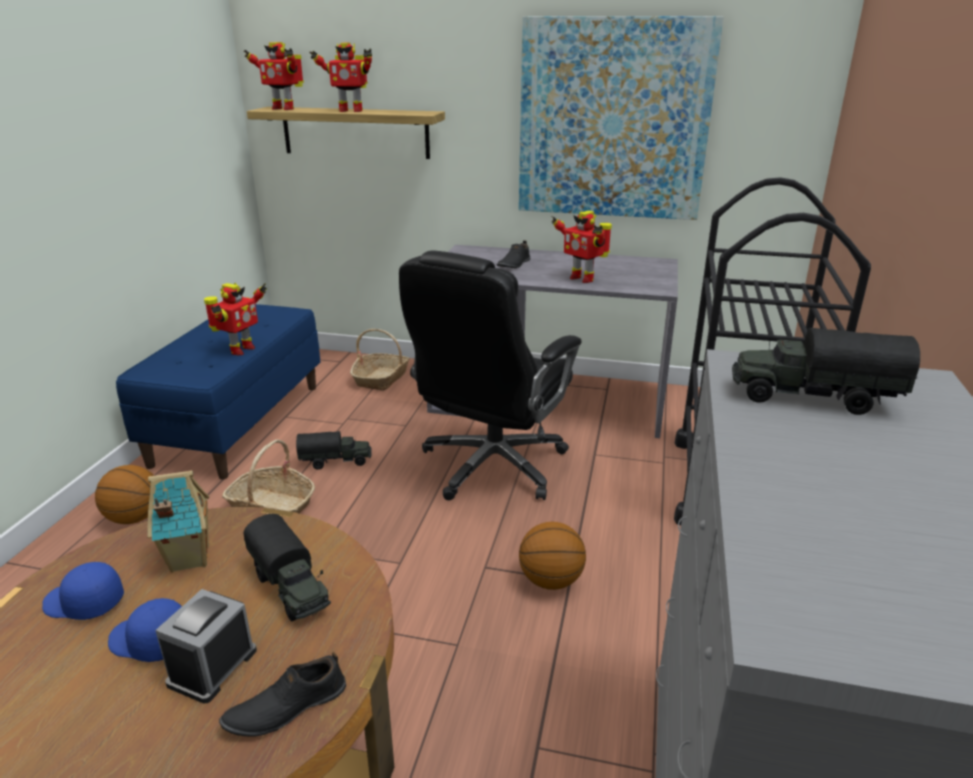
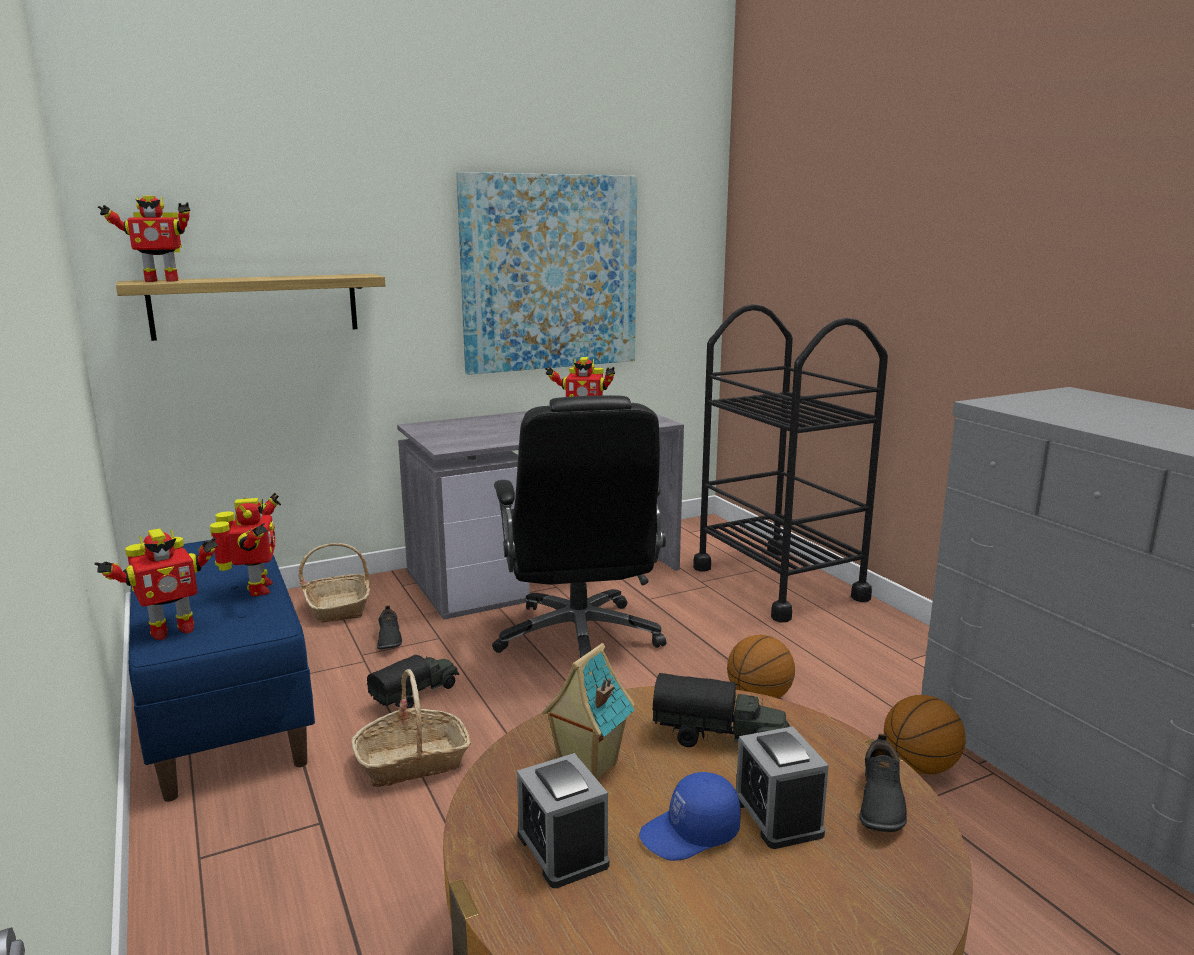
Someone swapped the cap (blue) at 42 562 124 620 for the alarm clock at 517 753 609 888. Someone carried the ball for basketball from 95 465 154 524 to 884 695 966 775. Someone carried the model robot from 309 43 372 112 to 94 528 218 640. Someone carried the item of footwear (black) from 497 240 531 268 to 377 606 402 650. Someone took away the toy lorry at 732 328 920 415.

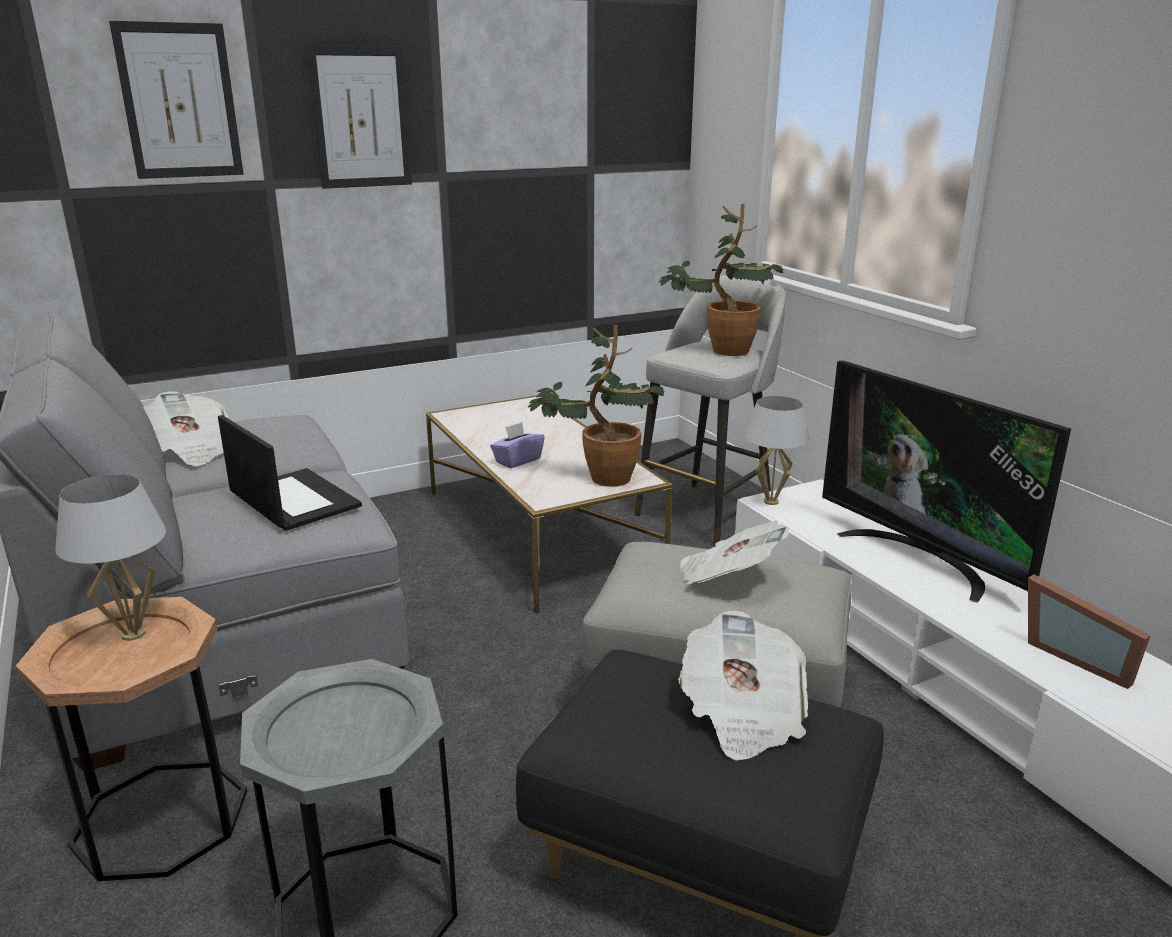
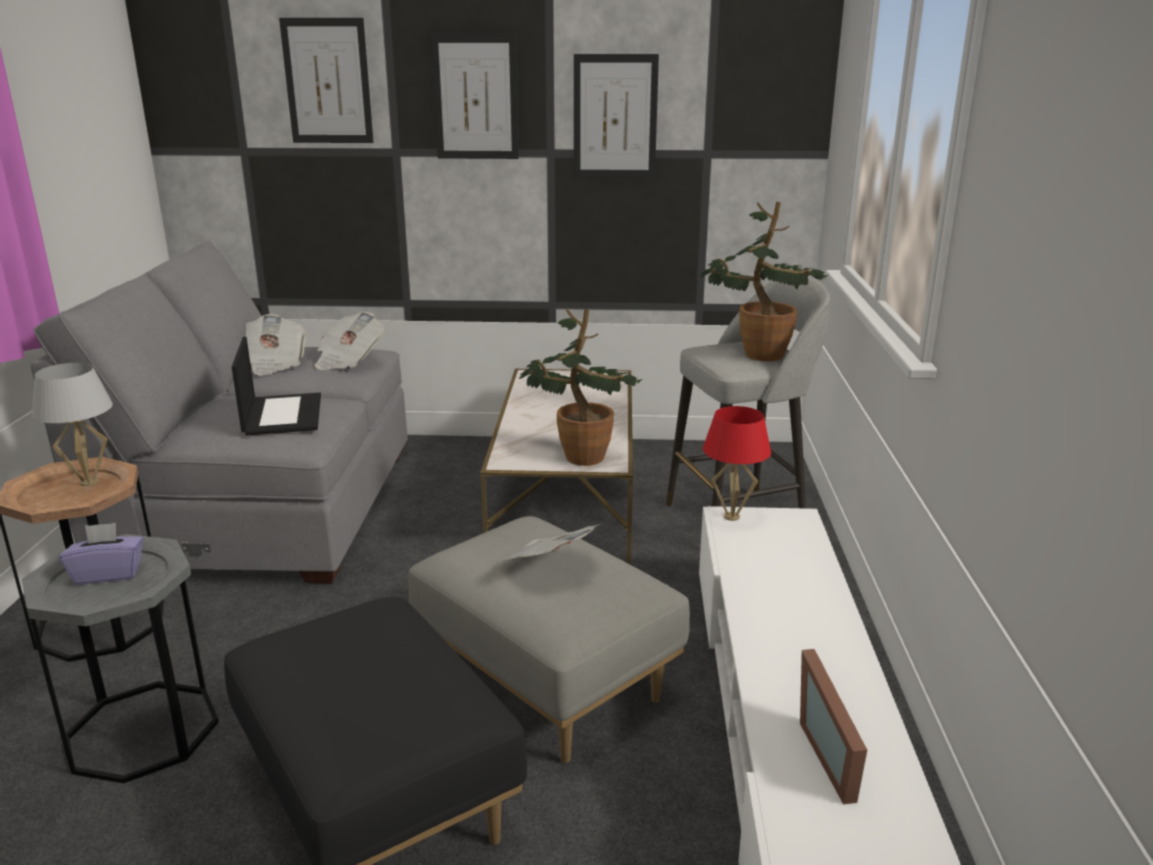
Someone carried the box of tissues (purple-coloured) from 490 422 545 468 to 60 523 144 585. Someone carried the daily paper from 678 611 808 761 to 315 312 385 370. Someone repainted the tabletop lamp (whitish) at 745 396 810 505, which became the tabletop lamp (red-coloured) at 703 406 771 521. Someone took away the TV at 822 360 1071 602. Someone put up the wall art at 574 54 659 178.

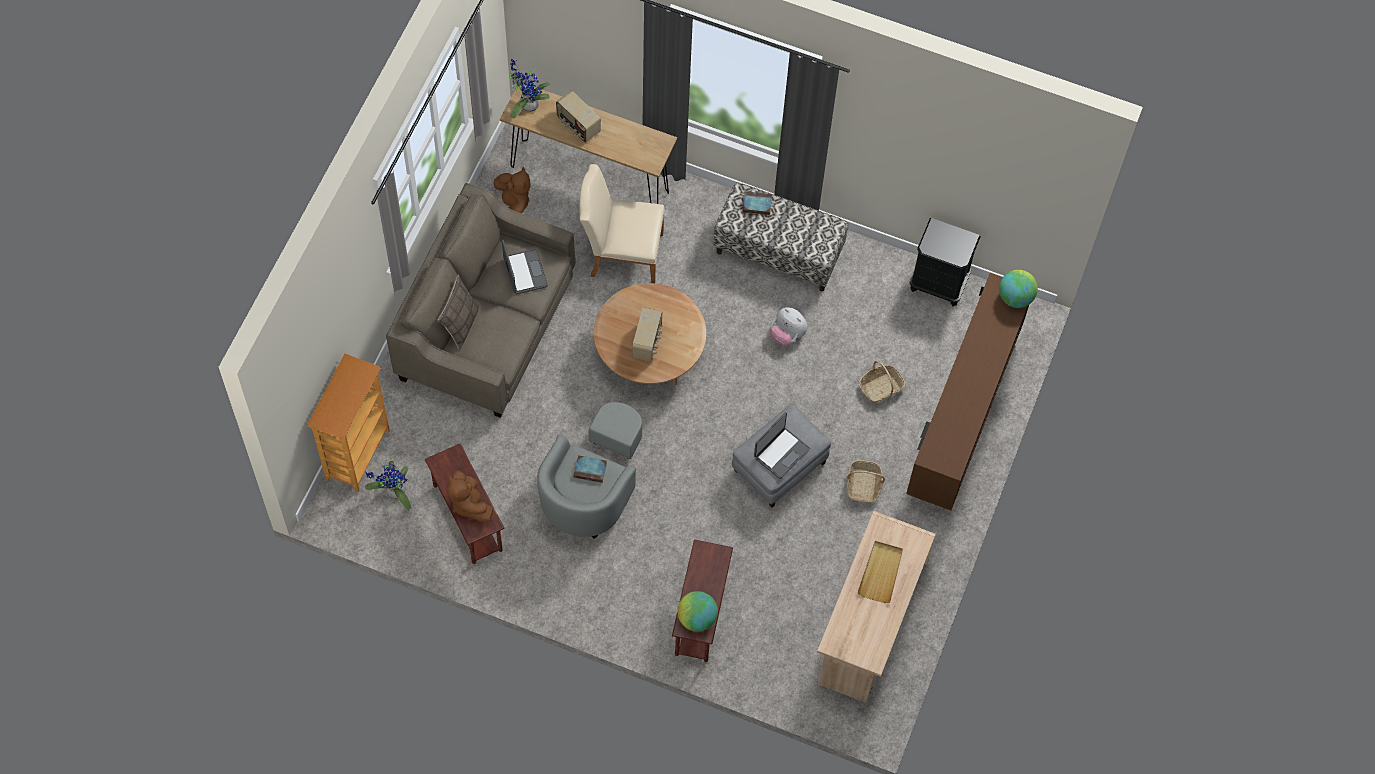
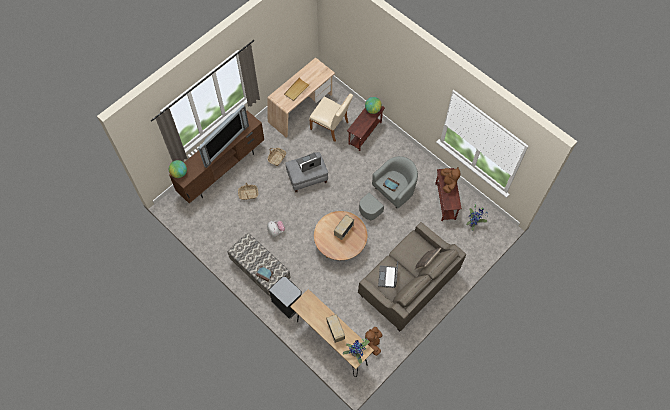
Someone took away the bookshelf at 307 354 390 492. Someone carried the plain chair (sand-coloured) from 579 164 665 283 to 309 94 353 142. Someone carried the night table (black) from 910 218 981 306 to 269 277 302 319. Someone put down the TV at 198 105 249 168.

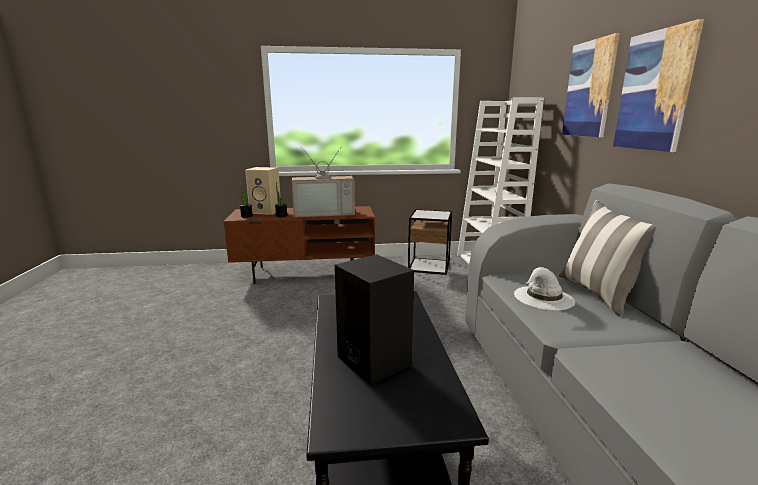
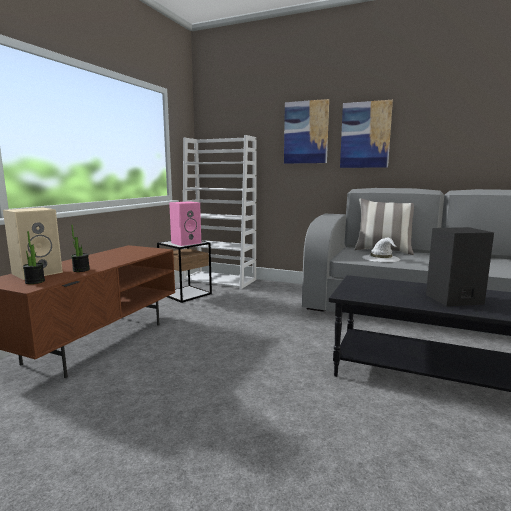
Someone took away the TV at 292 146 355 217. Someone put down the speaker (pink) at 169 201 201 246.

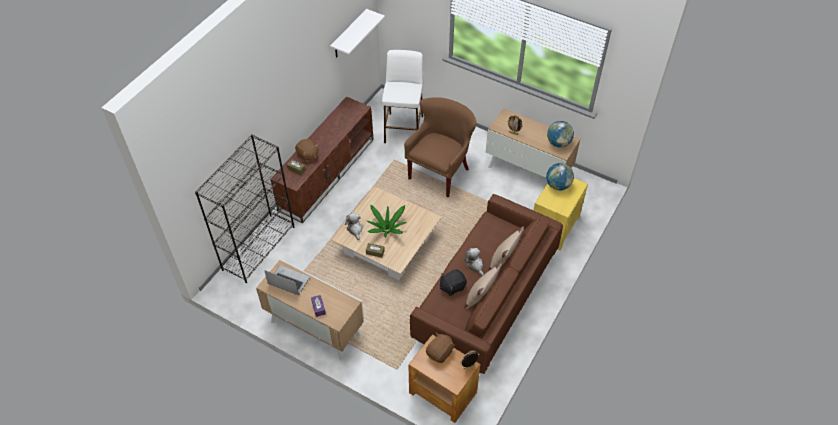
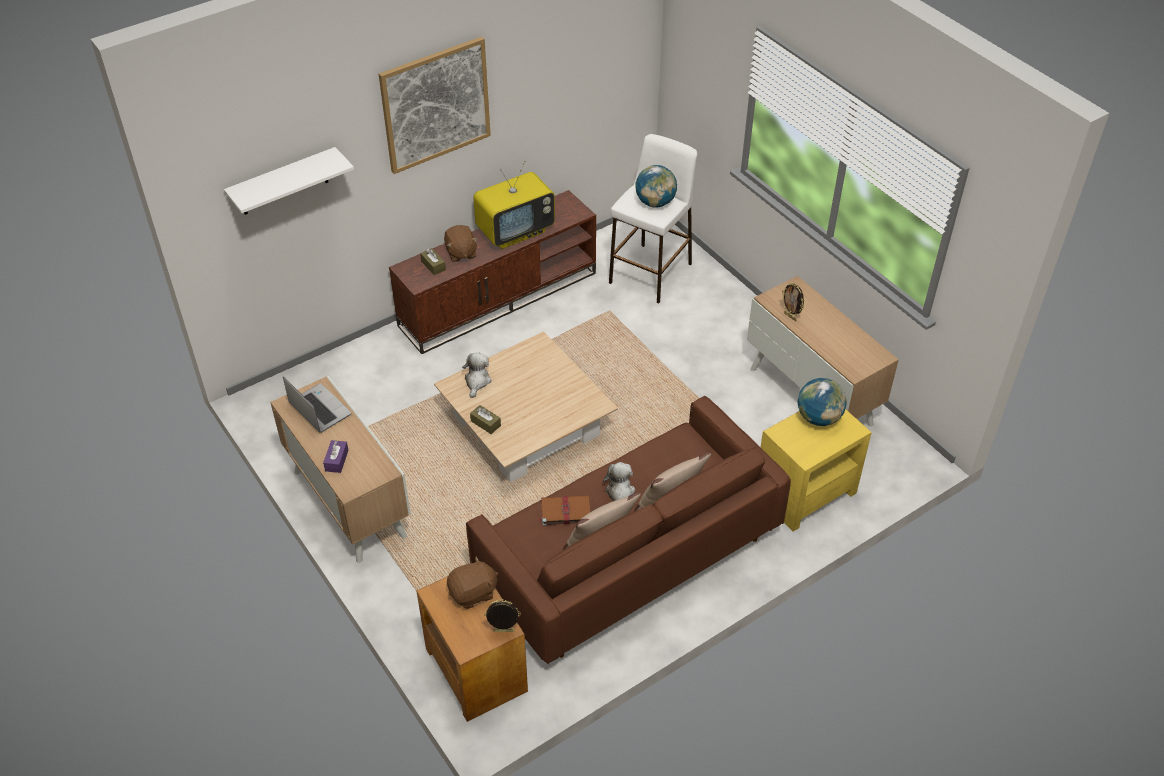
Someone took away the bookshelf (black) at 195 134 294 283. Someone carried the bracket shelf (whitish) from 330 9 385 58 to 224 147 354 215. Someone took away the plant in a pot at 367 204 406 238. Someone took away the lounge chair (brown) at 404 97 476 198. Someone swapped the soft toy (black) at 440 269 467 296 for the bound book (brown) at 538 495 590 526. Someone carried the world globe from 547 121 574 147 to 635 165 677 208. Someone put up the wall art at 379 36 491 174. Someone put down the TV at 474 161 555 249.

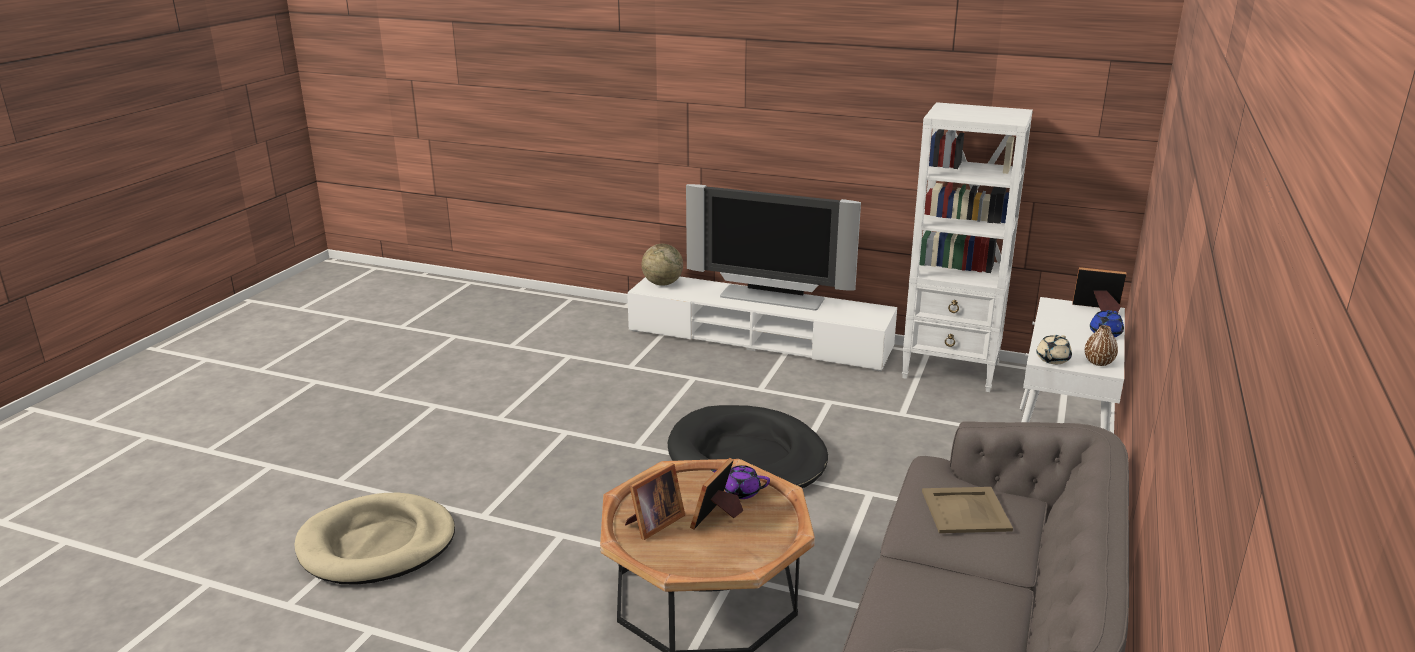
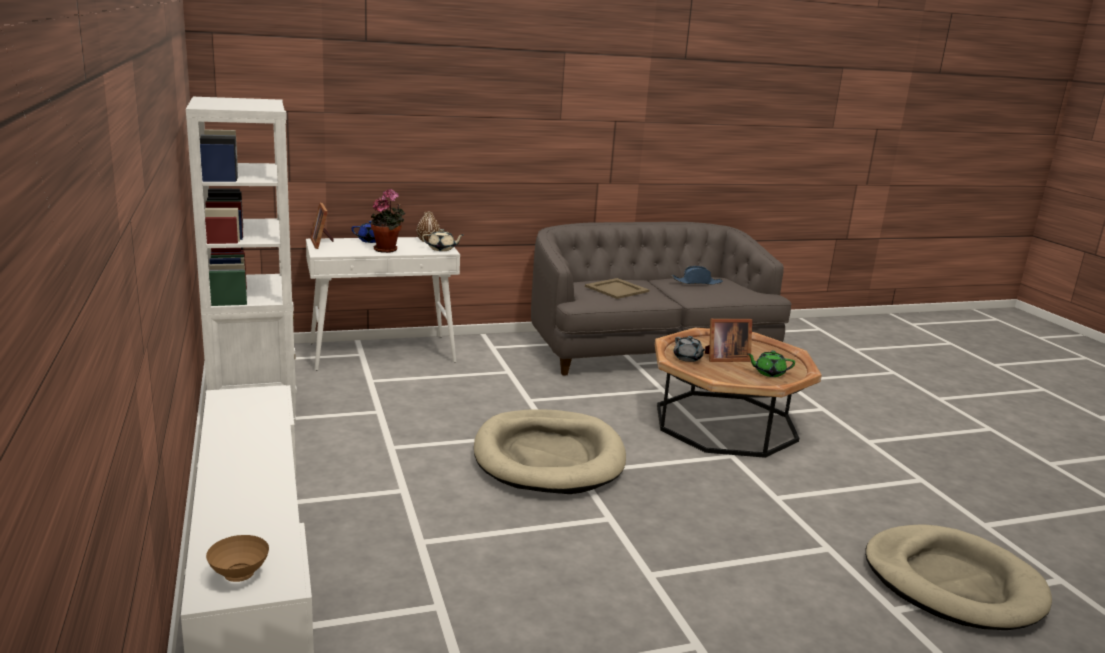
Someone swapped the picture frame at 625 463 685 540 for the pot for tea (greenish) at 746 351 795 377. Someone swapped the world globe at 642 244 683 286 for the deep dish (brown) at 206 535 269 582. Someone repainted the dog bed (black) at 668 405 828 488, which became the dog bed (sand-coloured) at 474 409 626 494. Someone took away the TV at 686 184 861 311. Someone repainted the pot for tea (purple-coloured) at 711 465 770 499, which became the pot for tea (gray) at 674 336 706 362. Someone put down the plant in a pot at 371 189 405 253. Someone put down the wearable hat (blue) at 672 266 723 285.

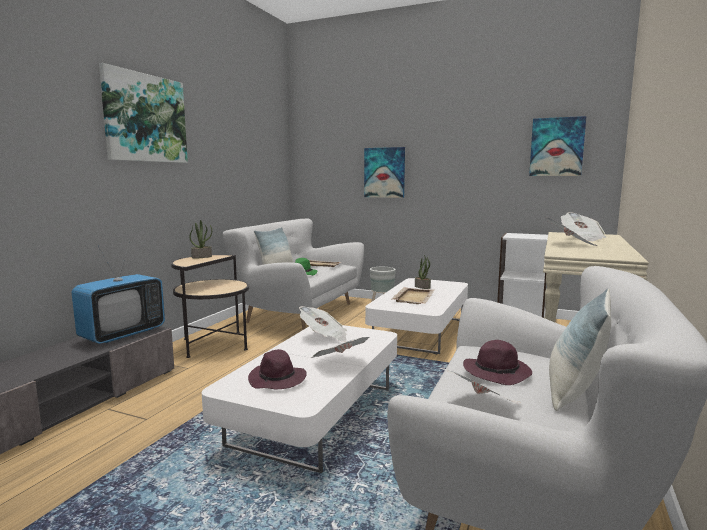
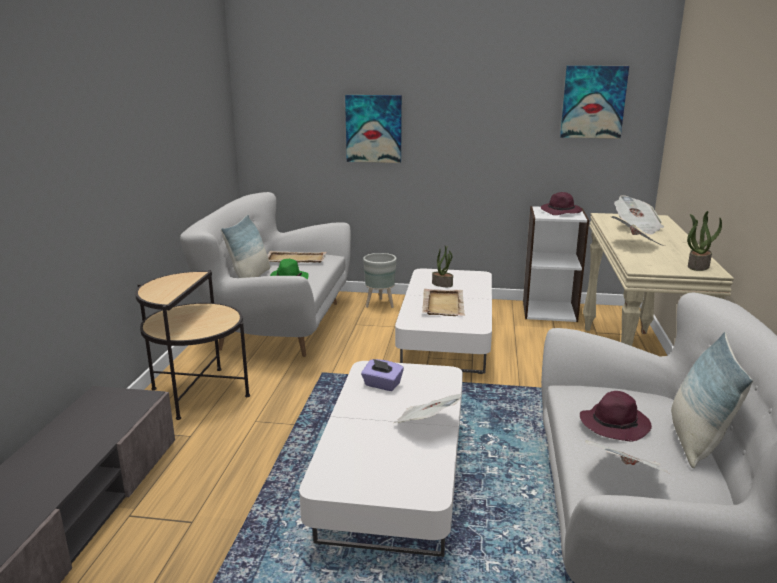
Someone took away the TV at 72 242 165 344. Someone took away the wall art at 99 63 188 163. Someone carried the plant in a pot from 189 220 212 258 to 687 211 722 271. Someone carried the wearable hat (purple-coloured) from 248 349 307 389 to 541 192 582 215. Someone swapped the daily paper at 299 306 347 342 for the box of tissues (purple-coloured) at 361 359 404 391.

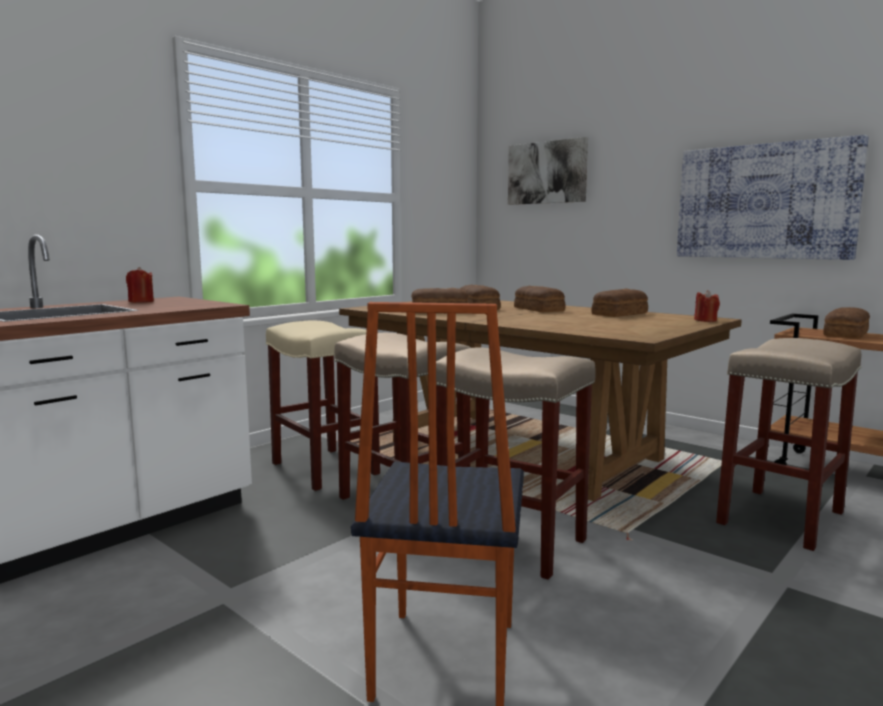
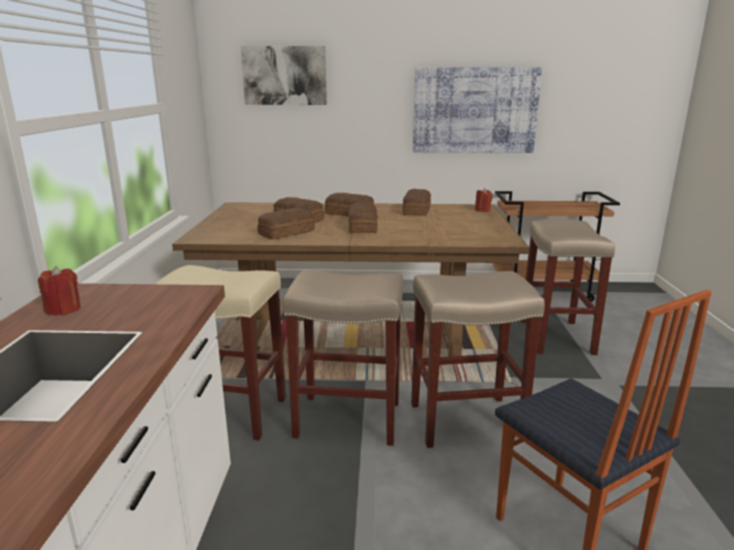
Someone carried the baked bread from 823 307 870 339 to 348 202 378 233.

